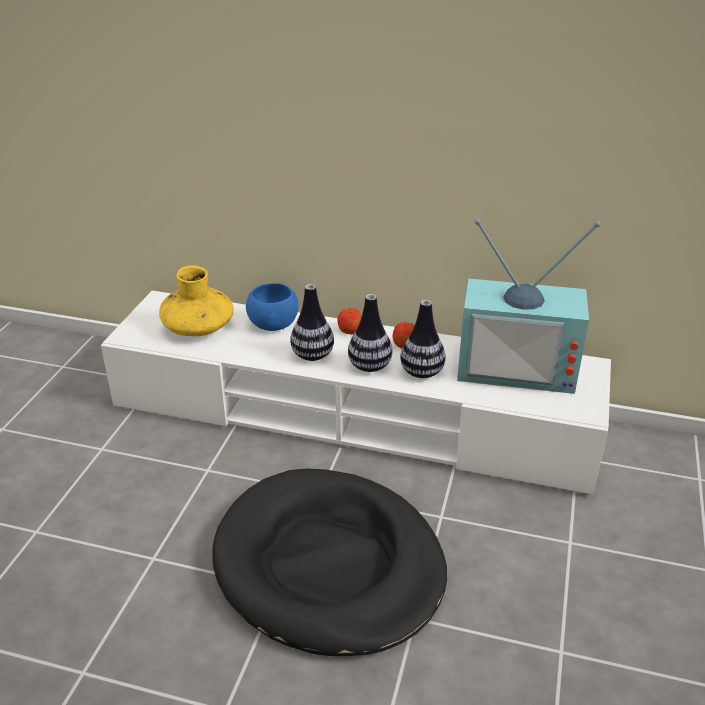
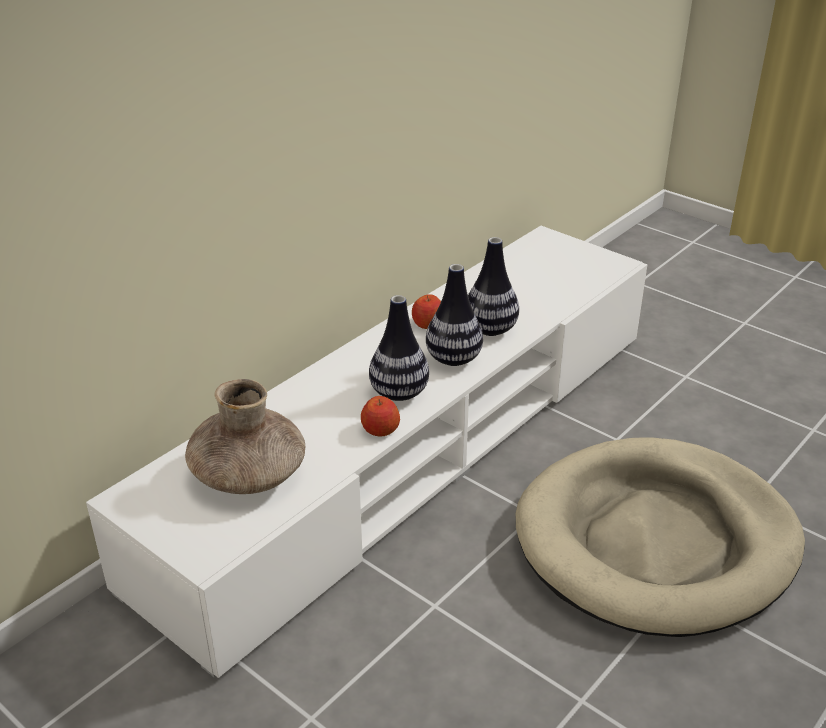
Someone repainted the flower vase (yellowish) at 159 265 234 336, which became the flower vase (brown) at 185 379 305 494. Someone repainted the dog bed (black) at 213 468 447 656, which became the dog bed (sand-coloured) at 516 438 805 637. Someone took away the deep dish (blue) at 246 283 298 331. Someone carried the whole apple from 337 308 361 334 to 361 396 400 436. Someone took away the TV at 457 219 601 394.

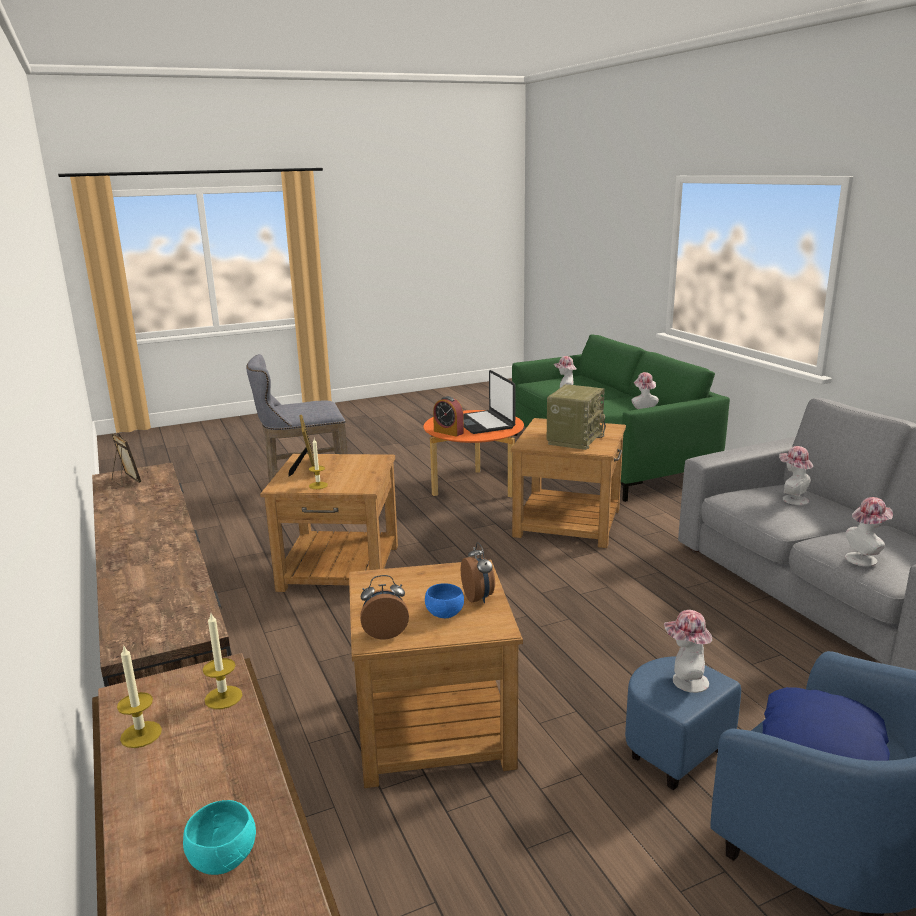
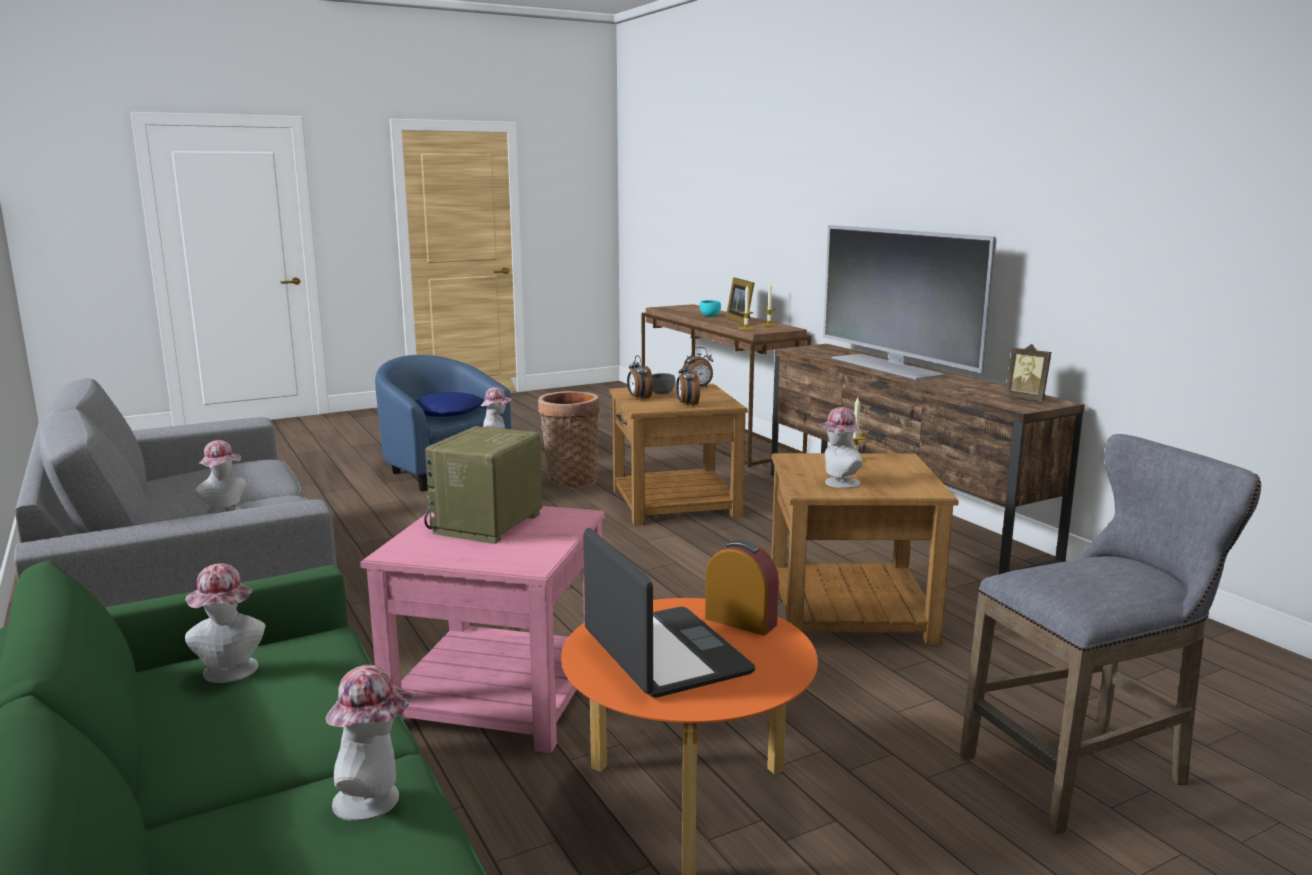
Someone carried the picture frame from 288 415 315 477 to 726 277 754 324. Someone repainted the deep dish (blue) at 425 583 464 618, which became the deep dish (gray) at 652 373 676 394. Someone repainted the accent table (brown) at 511 418 626 548, which became the accent table (pink) at 360 506 605 753. Someone carried the wearable hat from 845 497 893 566 to 818 407 863 488. Someone put down the household basket at 538 391 600 487. Someone put down the alarm clock at 676 360 700 407. Someone put down the TV at 823 225 997 381.

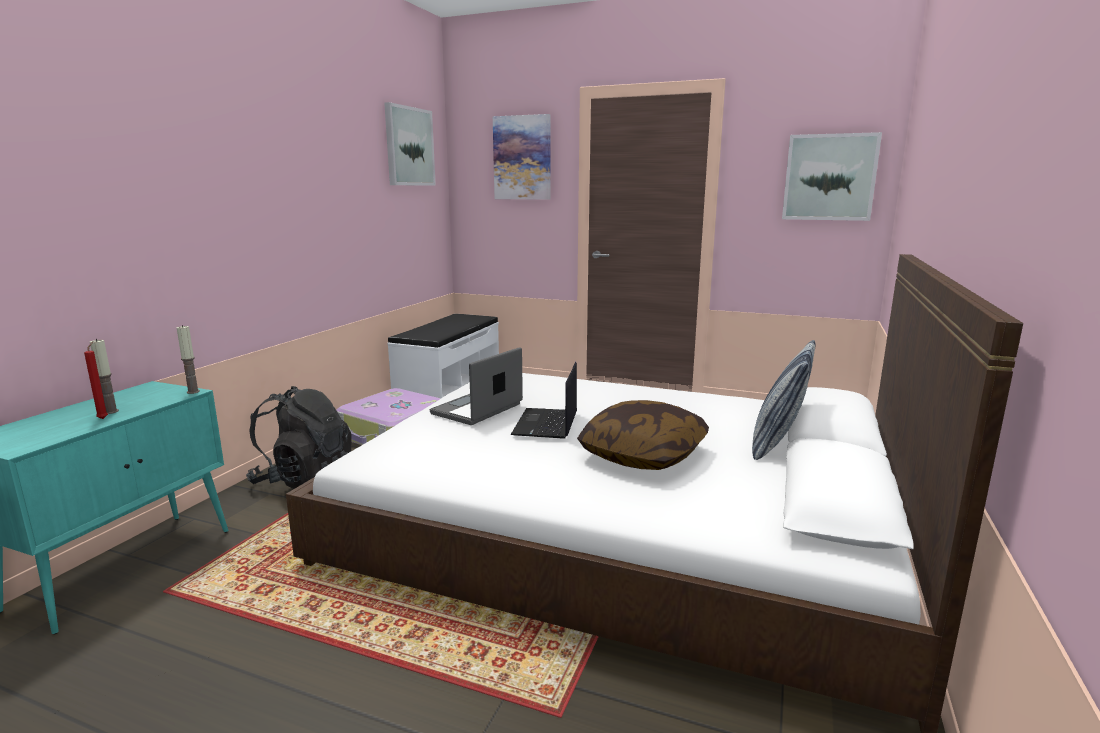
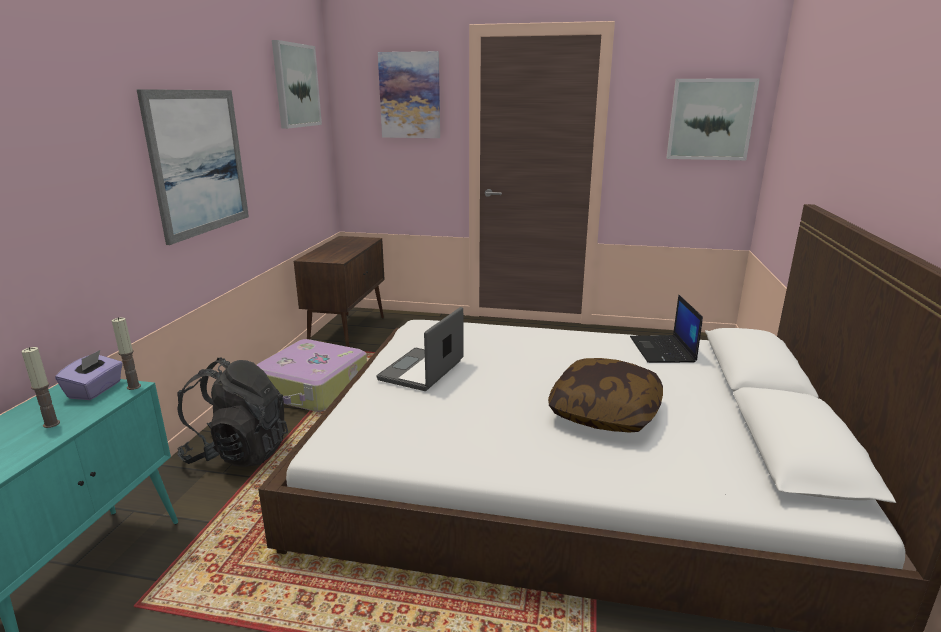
Someone took away the wax candle (red-coloured) at 84 342 108 419. Someone swapped the bench (whitish) at 387 314 499 398 for the storage cabinet (brown) at 294 236 385 347. Someone carried the portable computer from 510 362 577 439 to 630 295 703 363. Someone took away the cushion at 752 340 816 460. Someone put down the box of tissues (purple-coloured) at 55 350 123 400. Someone put up the wall art at 137 89 249 245.

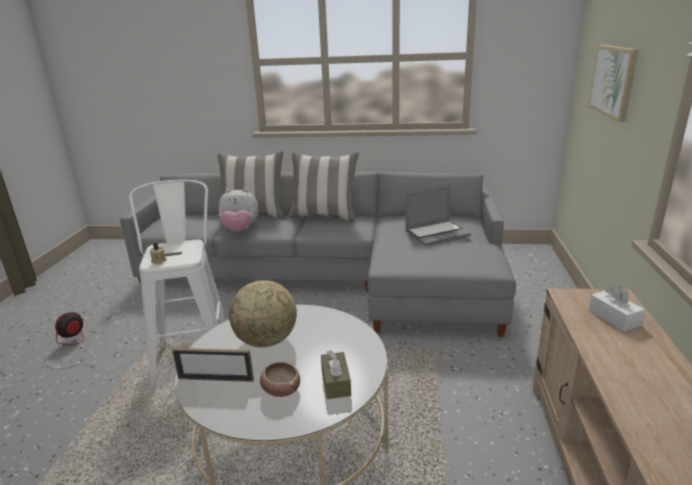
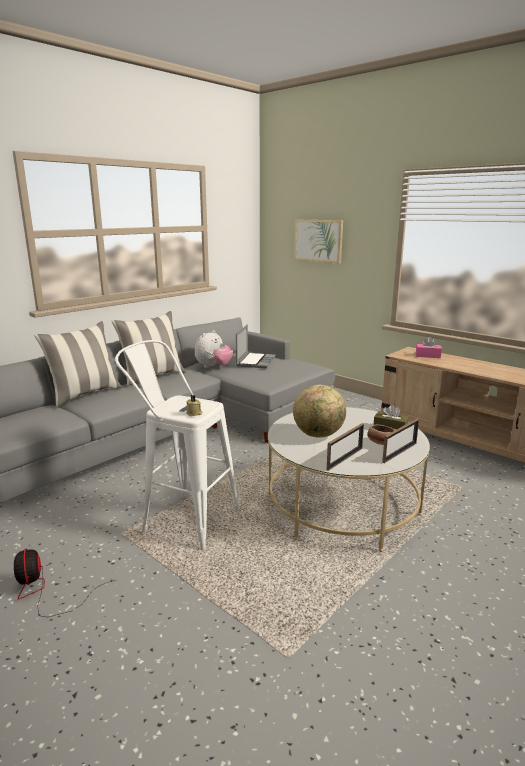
Someone carried the soft toy from 219 188 258 232 to 195 330 233 368. Someone repainted the box of tissues (whitish) at 589 286 645 331, which became the box of tissues (pink) at 416 337 442 358. Someone put down the picture frame at 382 419 419 463.

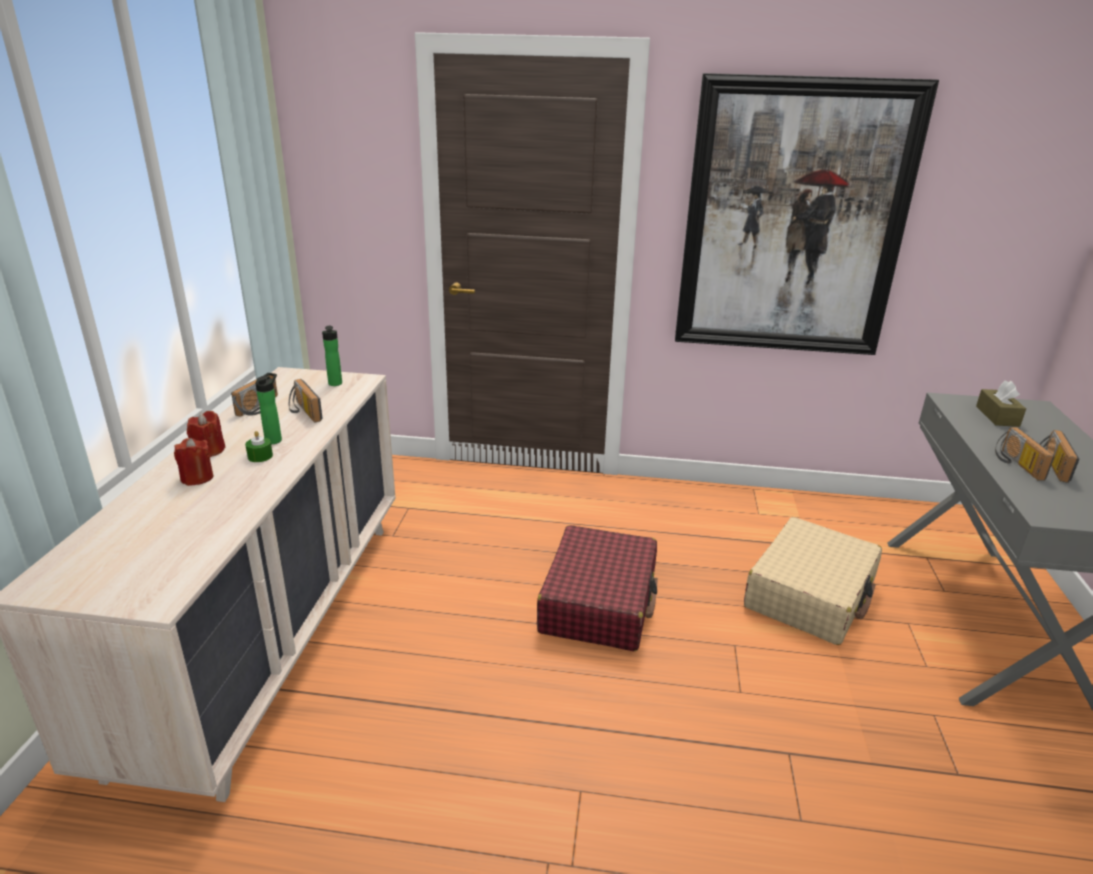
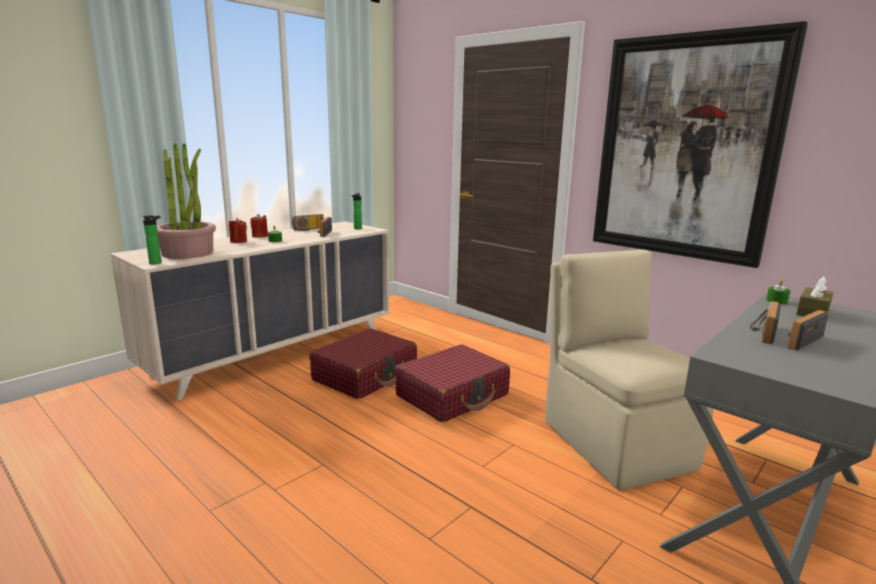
Someone carried the drink bottle from 255 373 282 444 to 142 215 162 265. Someone swapped the piece of luggage (sand-coloured) at 744 517 882 645 for the plain chair (sand-coloured) at 545 249 714 490. Someone put down the plant in a pot at 157 143 216 259. Someone put down the piece of luggage (red-coloured) at 310 329 417 399. Someone put down the wax candle (greenish) at 766 279 791 304.

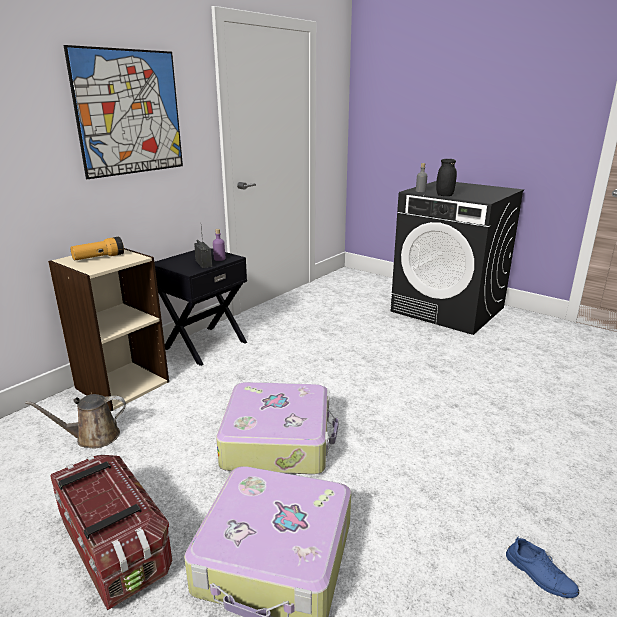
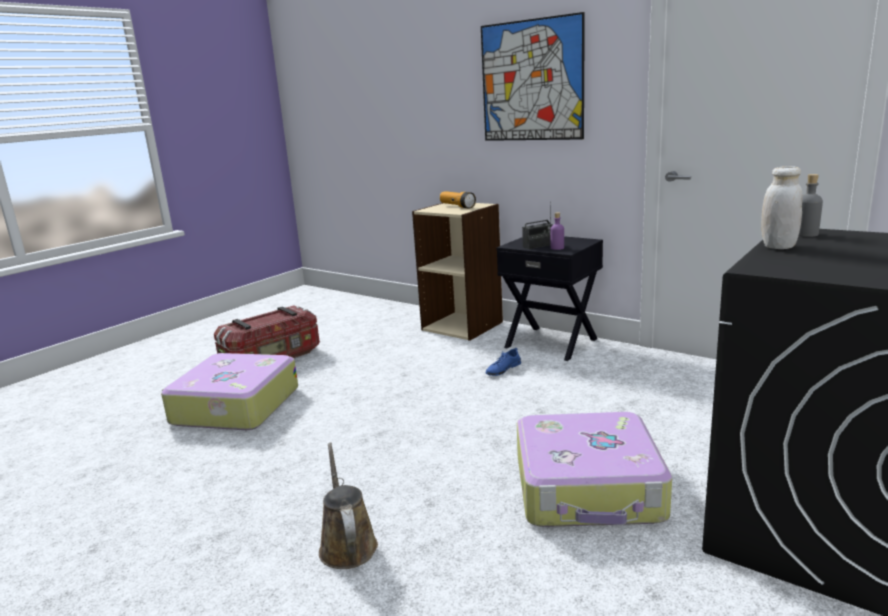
Someone carried the watering can (brown) from 25 394 126 449 to 319 443 378 569. Someone carried the piece of luggage from 216 382 339 474 to 517 412 672 527. Someone repainted the storage jar (black) at 436 159 457 196, which became the storage jar (whitish) at 761 166 803 249. Someone carried the item of footwear (blue) from 506 536 579 598 to 486 348 521 376.

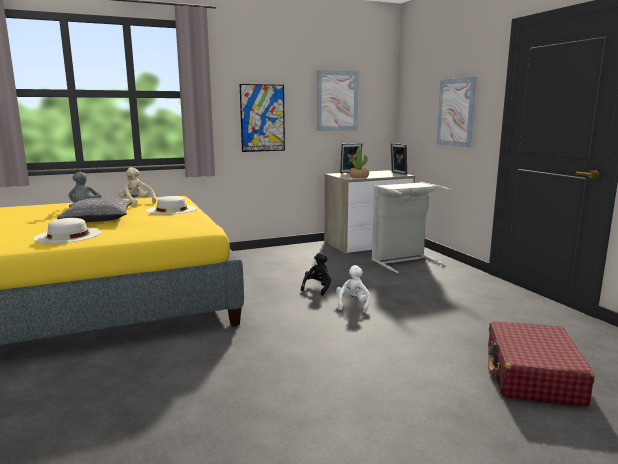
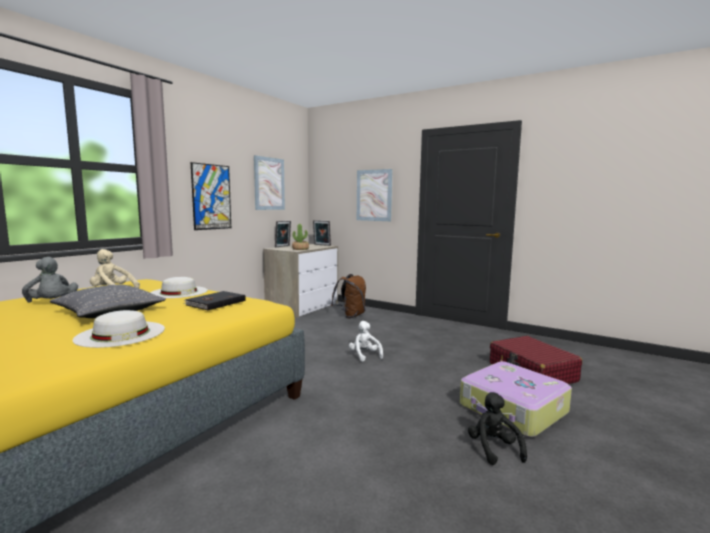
Someone carried the soft toy (black) from 301 252 331 296 to 468 392 527 465. Someone swapped the hamper (gray) at 372 182 452 273 for the backpack (brown) at 331 274 366 318. Someone put down the bound book (black) at 184 291 246 310. Someone put down the piece of luggage at 460 361 572 437.

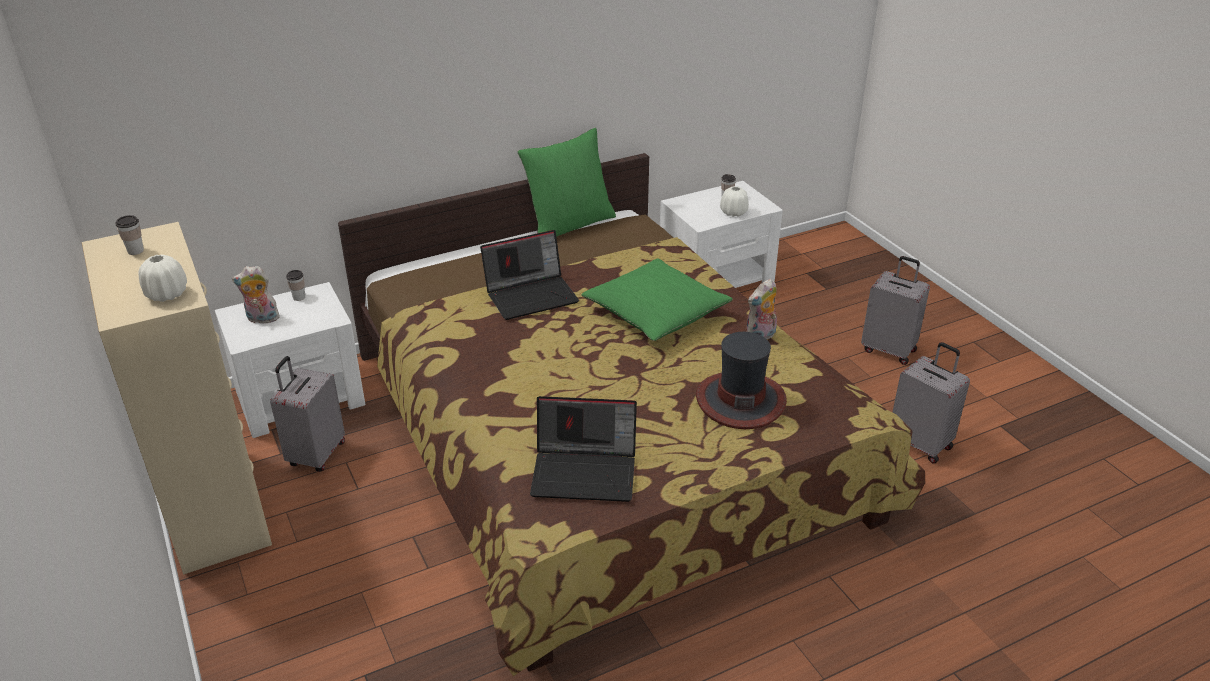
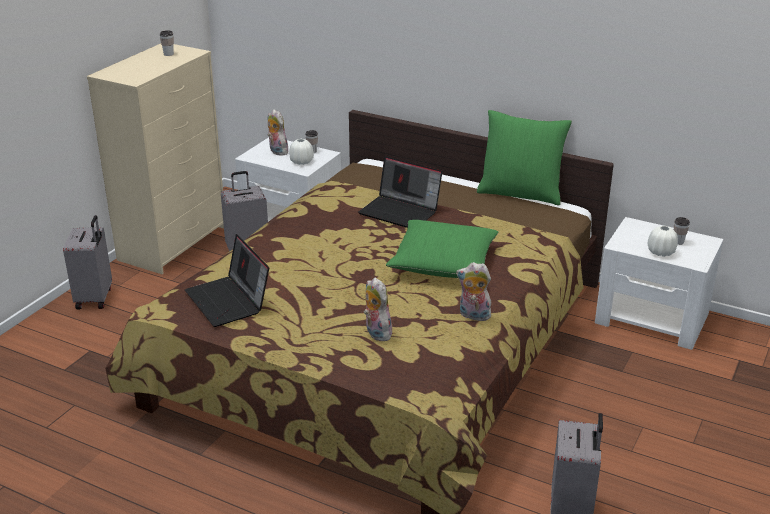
Someone carried the flower vase (whitish) from 139 255 187 302 to 289 139 314 165. Someone swapped the wearable hat at 696 332 787 429 for the soft toy at 364 278 392 341. Someone carried the piece of luggage (gray) from 861 256 930 365 to 63 215 112 309.

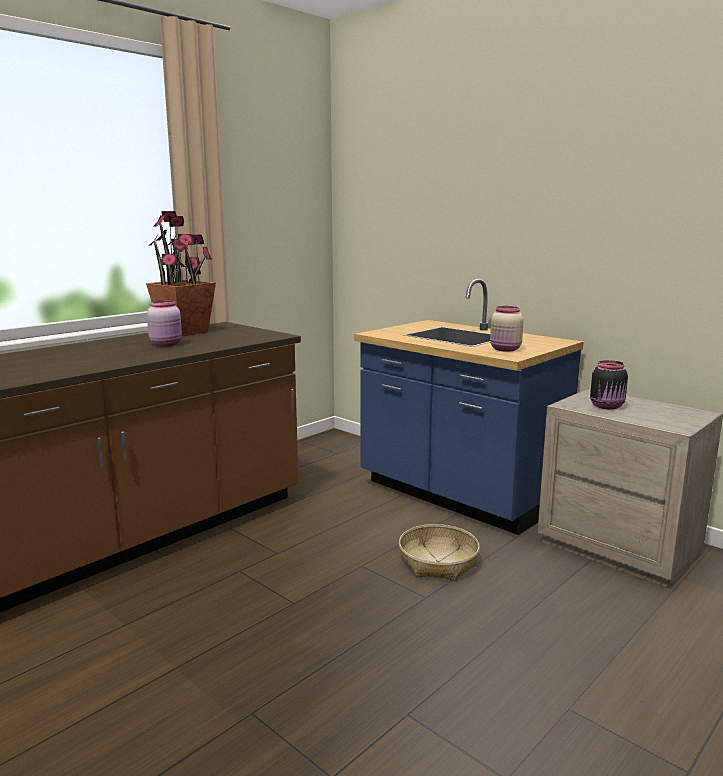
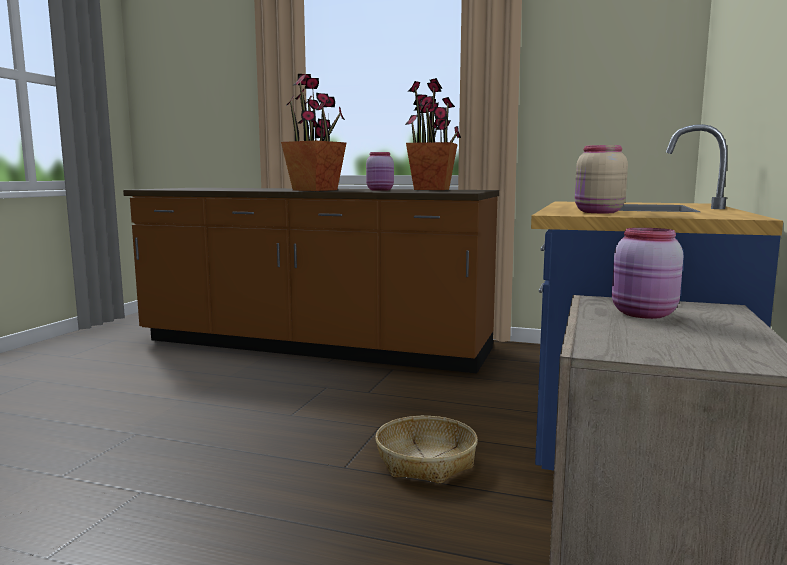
Someone repainted the storage jar (black) at 590 360 628 410, which became the storage jar (pink) at 612 228 683 319. Someone put down the plant in a pot at 281 74 346 191.

